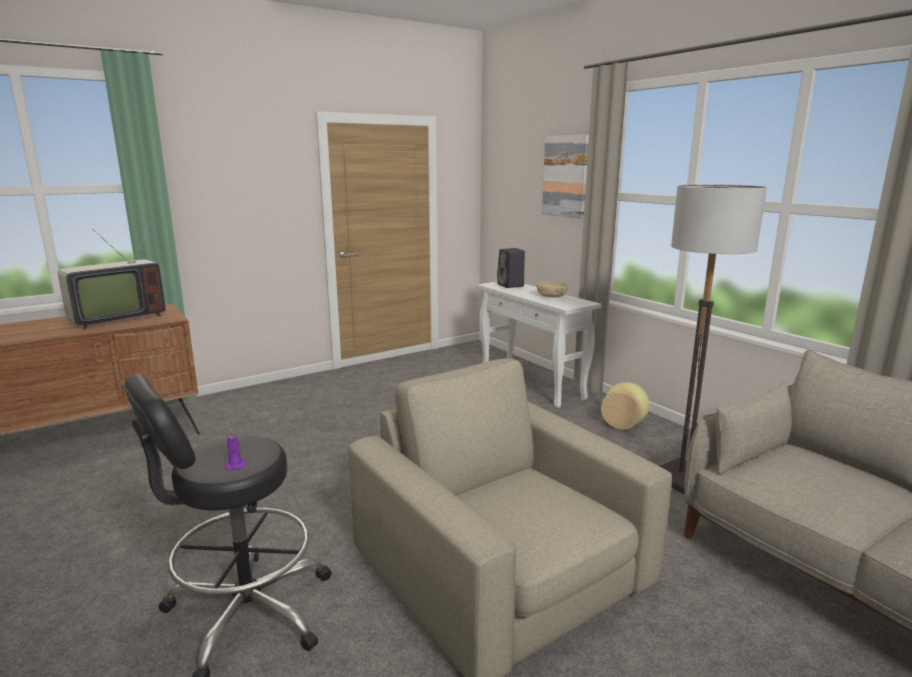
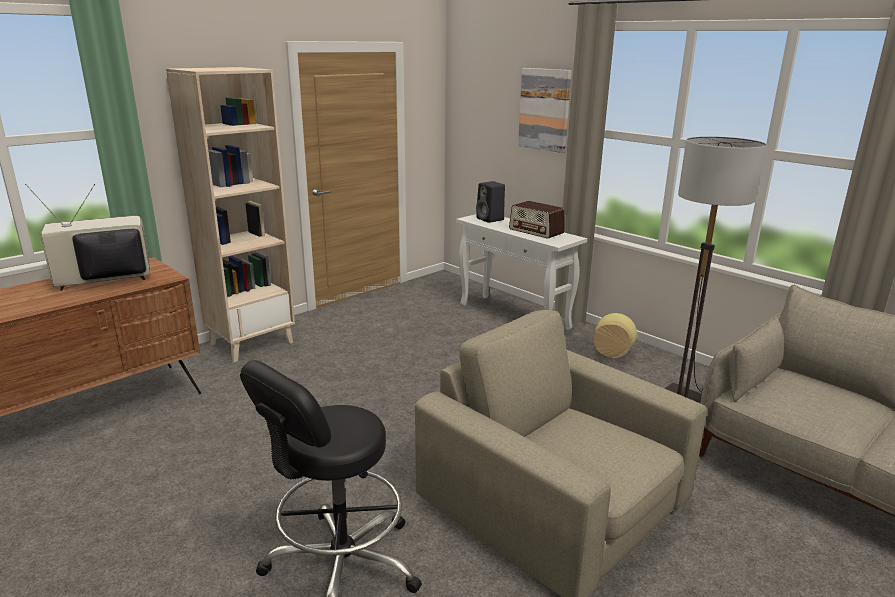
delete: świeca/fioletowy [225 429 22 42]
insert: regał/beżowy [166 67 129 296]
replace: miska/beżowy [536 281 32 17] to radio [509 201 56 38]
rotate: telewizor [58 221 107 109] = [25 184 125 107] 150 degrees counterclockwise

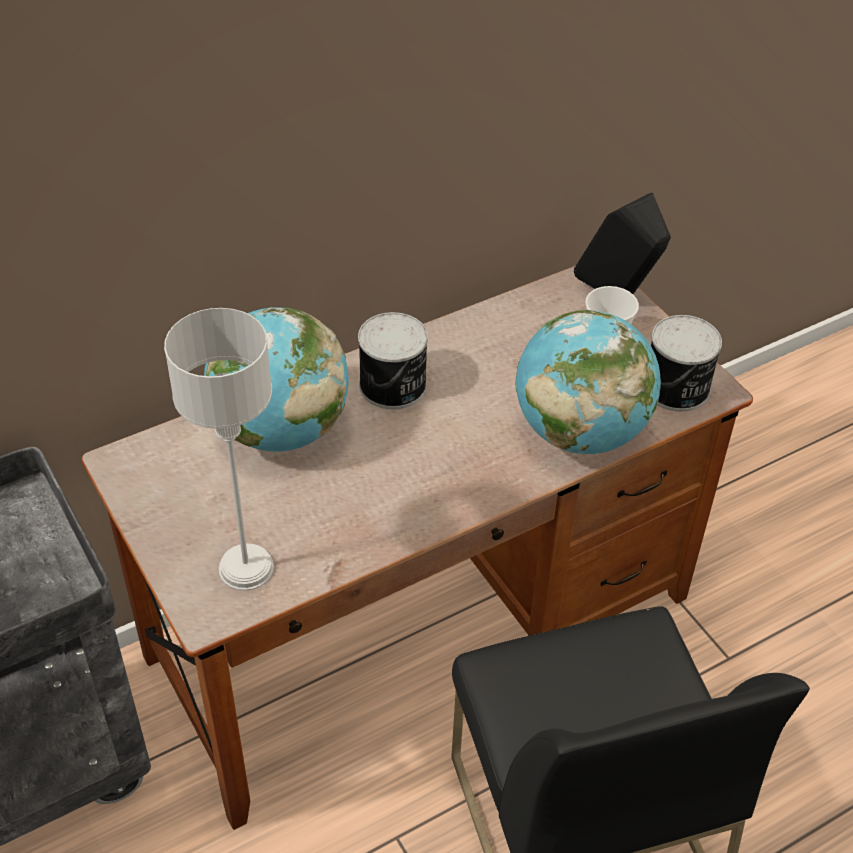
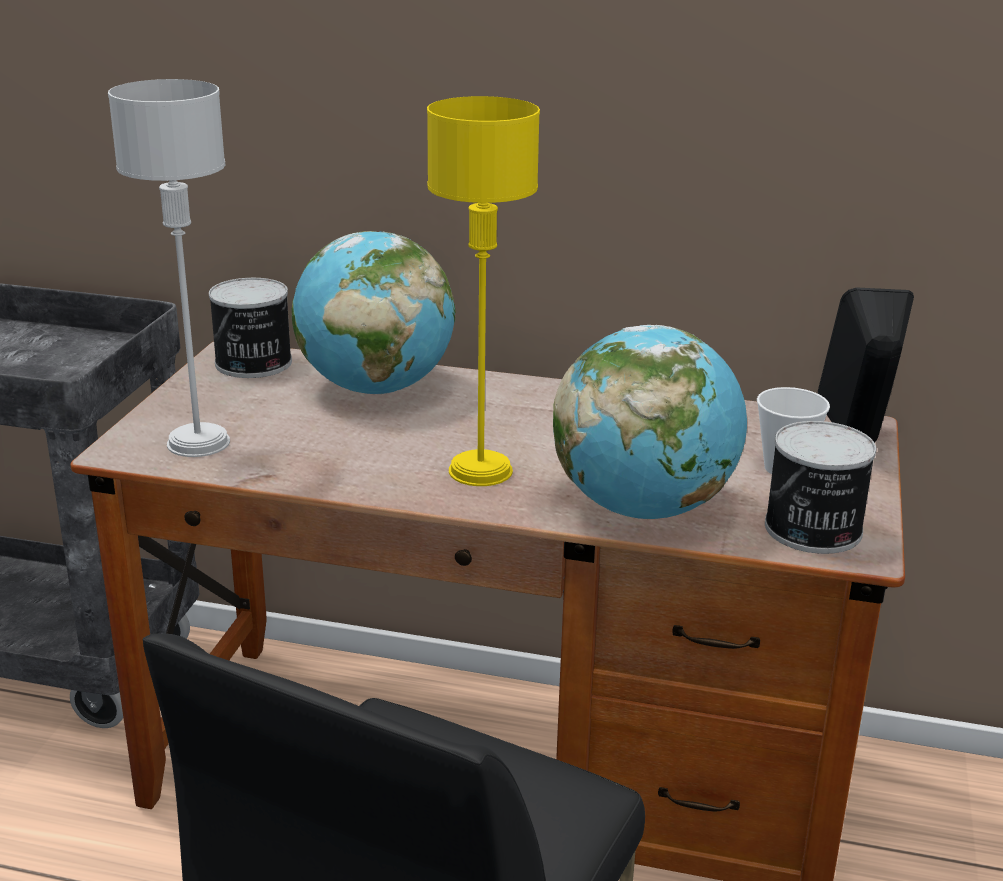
insert: lampa stołowa/żółty [427 96 113 390]
move: puszka [358 312 70 97] to [209 278 83 100]

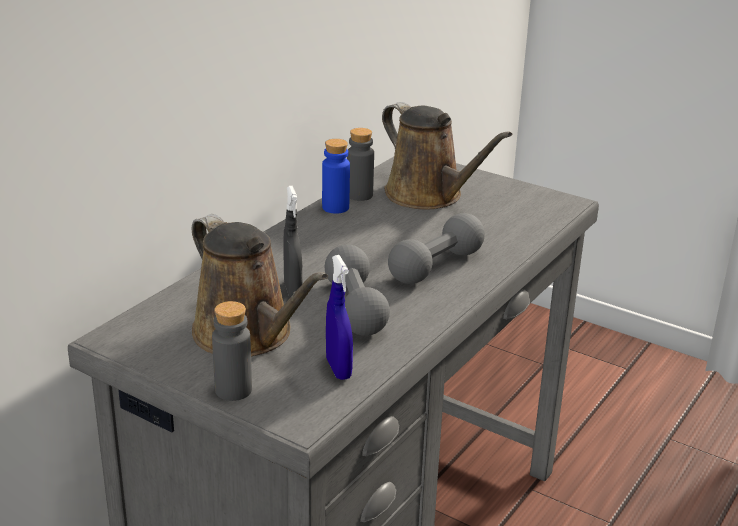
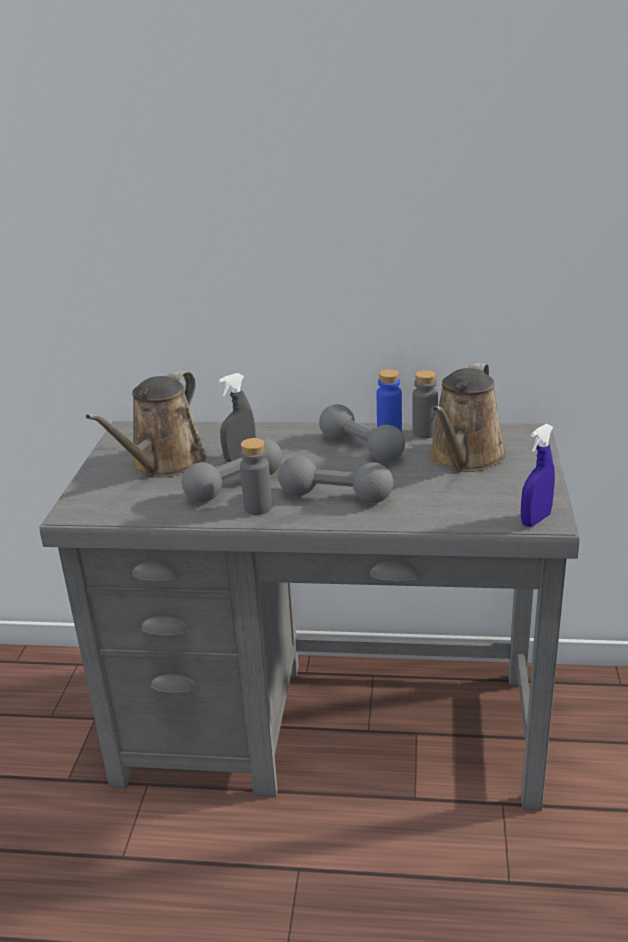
insert: hantel/szary [319 404 86 58]
move: spryskiwacz/niebieski [326 255 27 125] to [521 424 34 103]; butelka/szary [212 301 40 100] to [240 438 32 77]

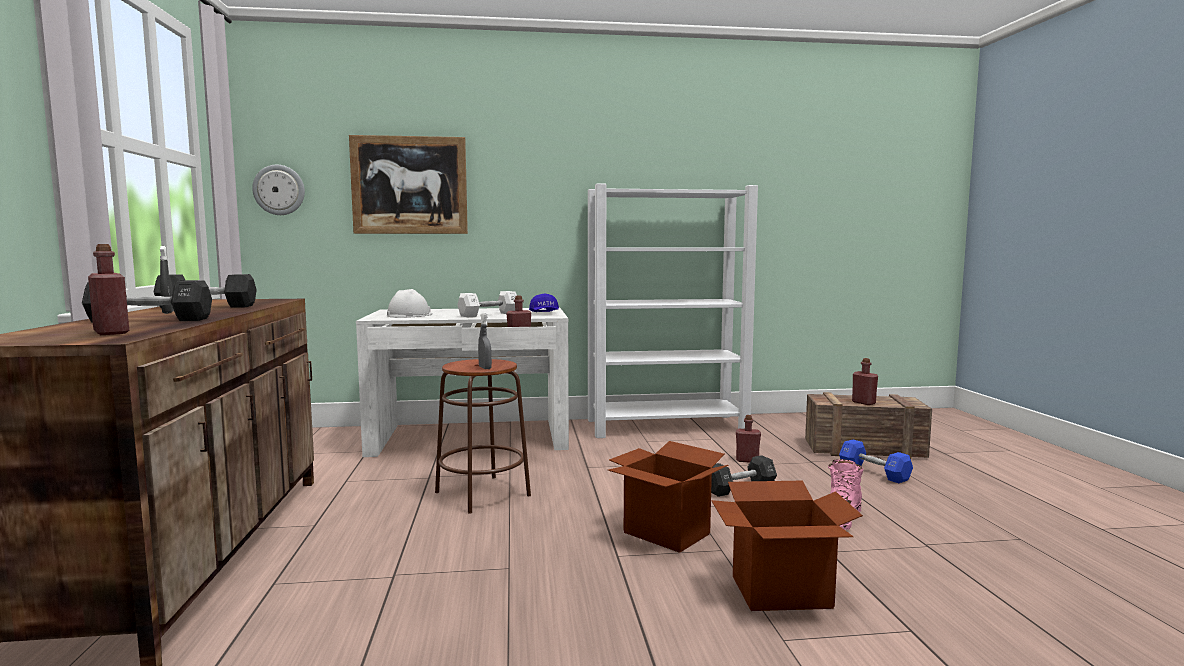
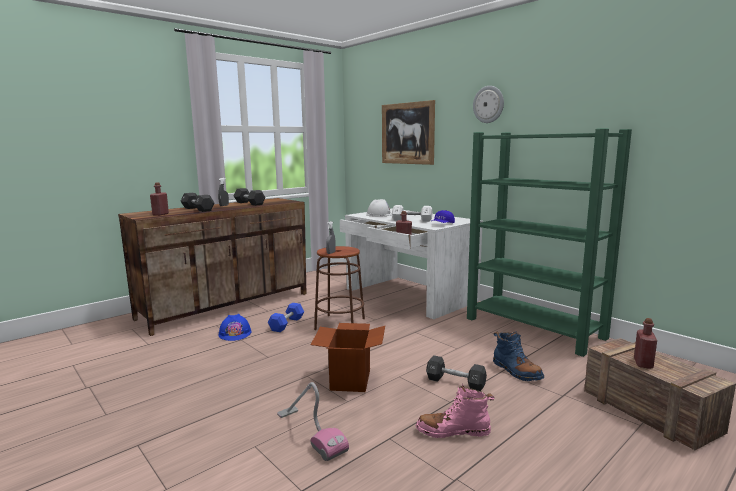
insert: kask/niebieski [218 314 34 27]
move: zegar ścienny [252 165 53 50] to [473 86 31 37]; hantel/niebieski [839 439 74 44] to [268 303 36 29]
replace: butelka/czerwony [736 415 25 47] to but z cholewką/niebieski [493 331 51 50]; karton [711 480 152 131] to odkurzacz [277 382 72 79]
recolor: regał/biały [588 183 170 255] to regał/zielony [467 128 165 229]

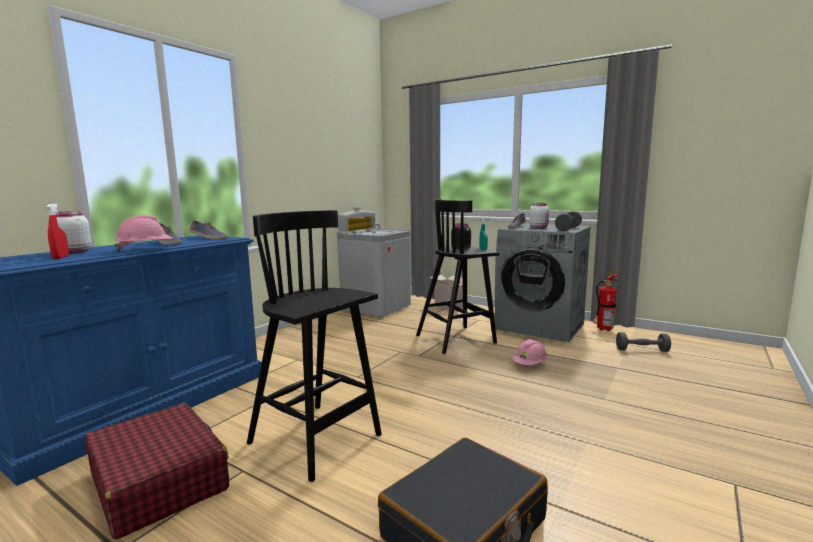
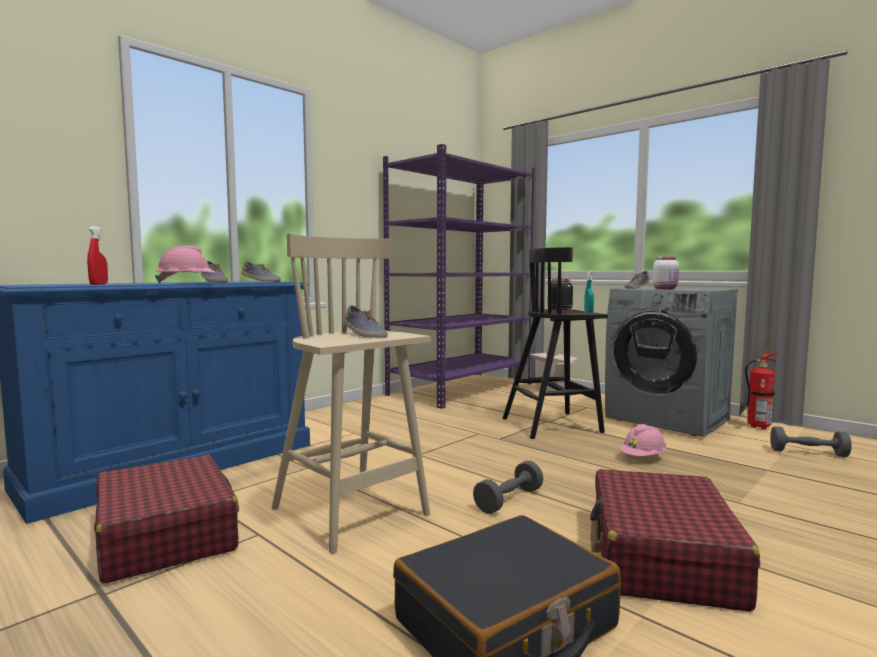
delete: słoik/biały [55 211 37 43]
insert: but [344 305 44 33]; walizka/czerwony [590 469 170 143]
move: hantel/szary [555 211 27 20] to [473 461 70 53]
replace: pralka/szary [335 207 76 111] to regał/fioletowy [383 144 151 265]
recolor: stołek/czarny [247 210 135 272] to stołek/beżowy [272 233 159 321]

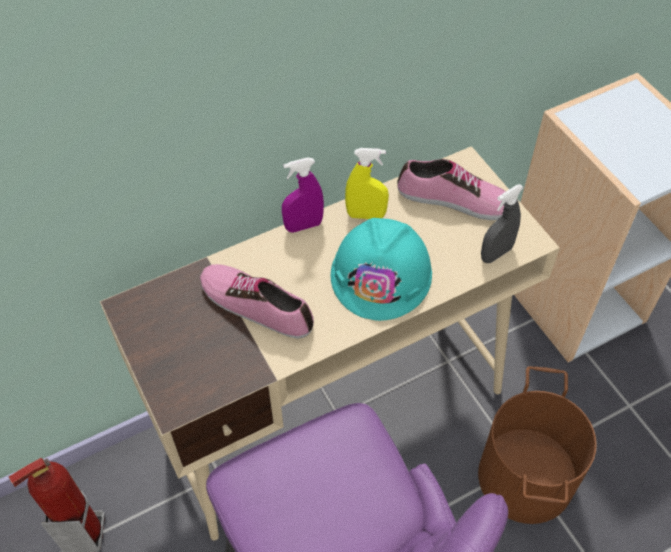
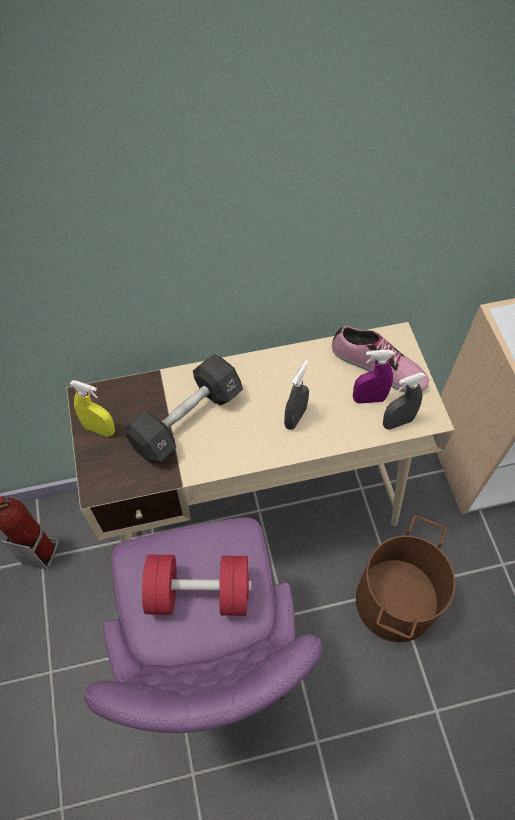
insert: hantel/czerwony [142 555 110 61]
move: spryskiwacz/żółty [345 148 44 71] to [70 380 45 57]; spryskiwacz/fioletowy [282 158 42 75] to [353 350 41 54]
replace: kask/turkusowy [331 218 101 103] to spryskiwacz/szary [284 360 25 70]; but [200 264 114 75] to hantel/czarny [124 354 119 109]

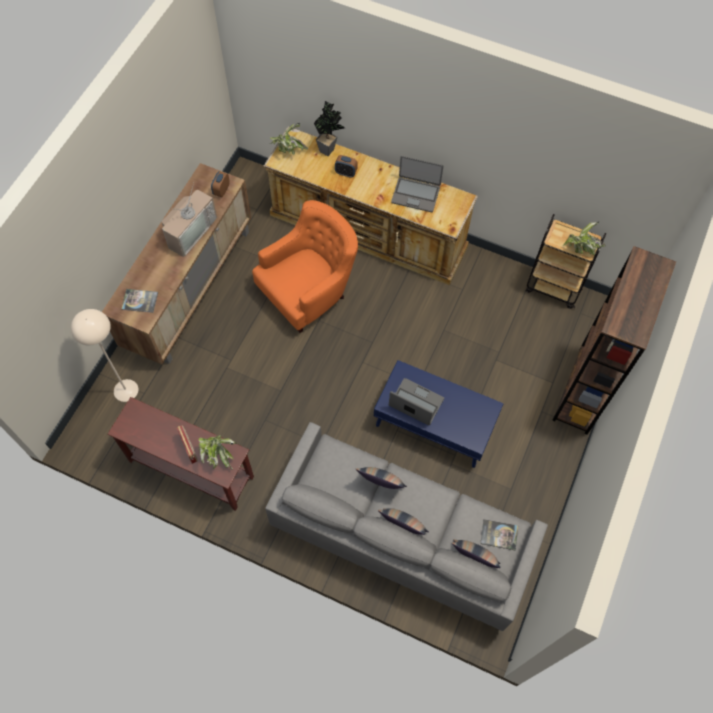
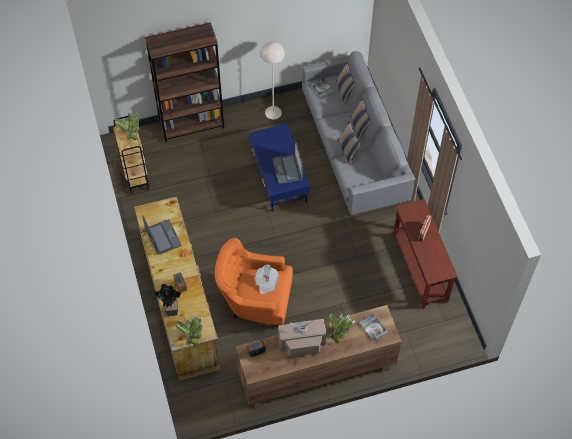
insert: gazeta [255 265 24 29]
move: lampa stojąca/beżowy [71 309 67 93] to [260 42 25 77]; roślina doniczkowa [198 435 38 35] to [329 312 26 32]

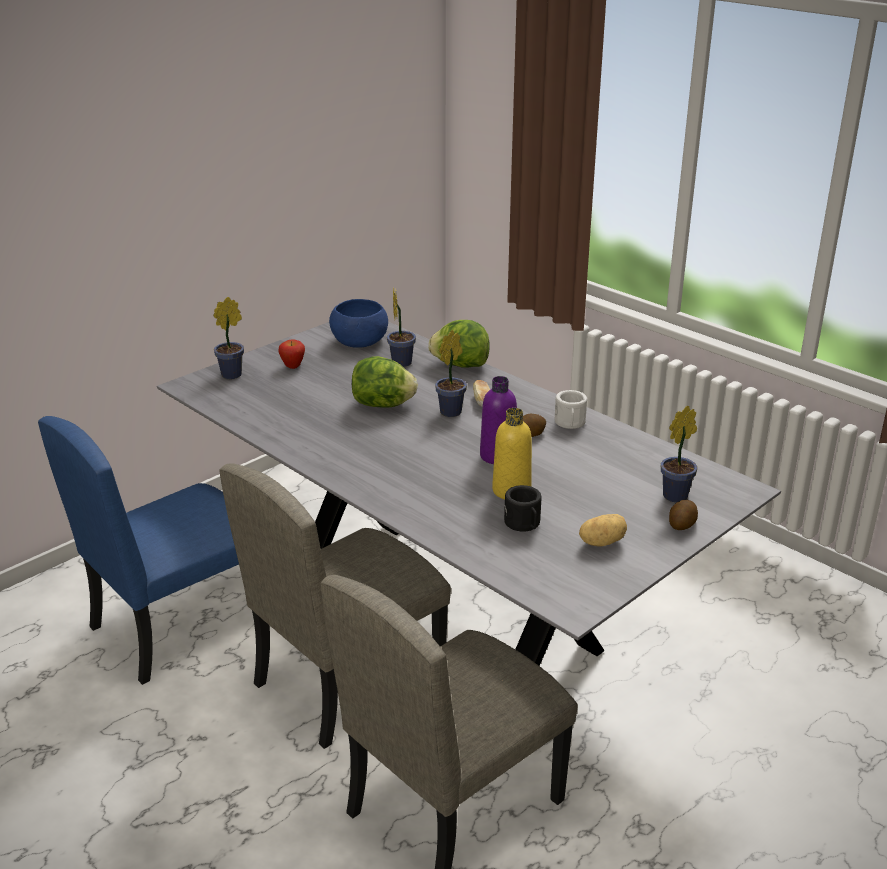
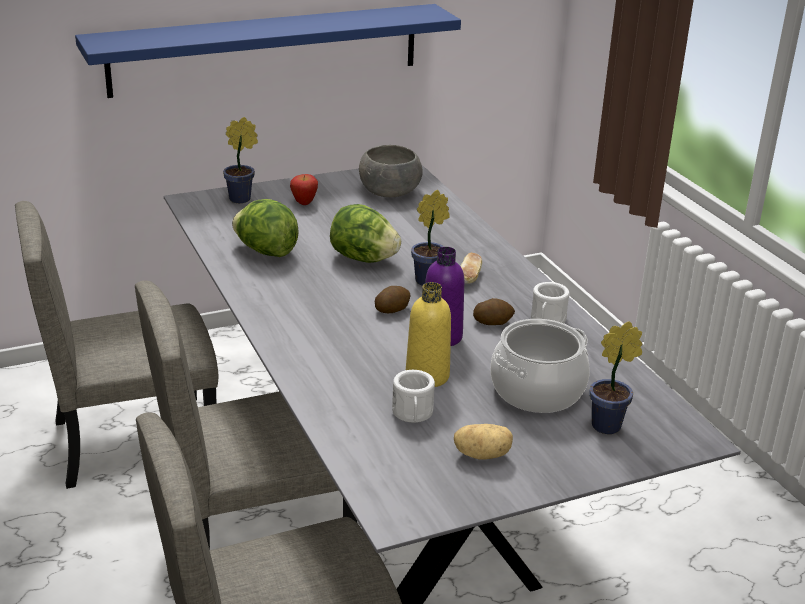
delete: roślina doniczkowa [387 287 29 80]
insert: półka/niebieski [75 4 386 94]; garnek [490 319 100 94]
move: sałata [428 320 62 47] to [232 199 67 58]; ziemniak [669 500 29 30] to [375 286 36 27]
recolor: miska/niebieski [329 299 59 49] to miska/szary [359 145 64 52]; krzesło/niebieski [38 416 201 269] to krzesło/beżowy [15 201 204 288]; kubek/czarny [504 485 38 47] to kubek/biały [392 370 43 53]

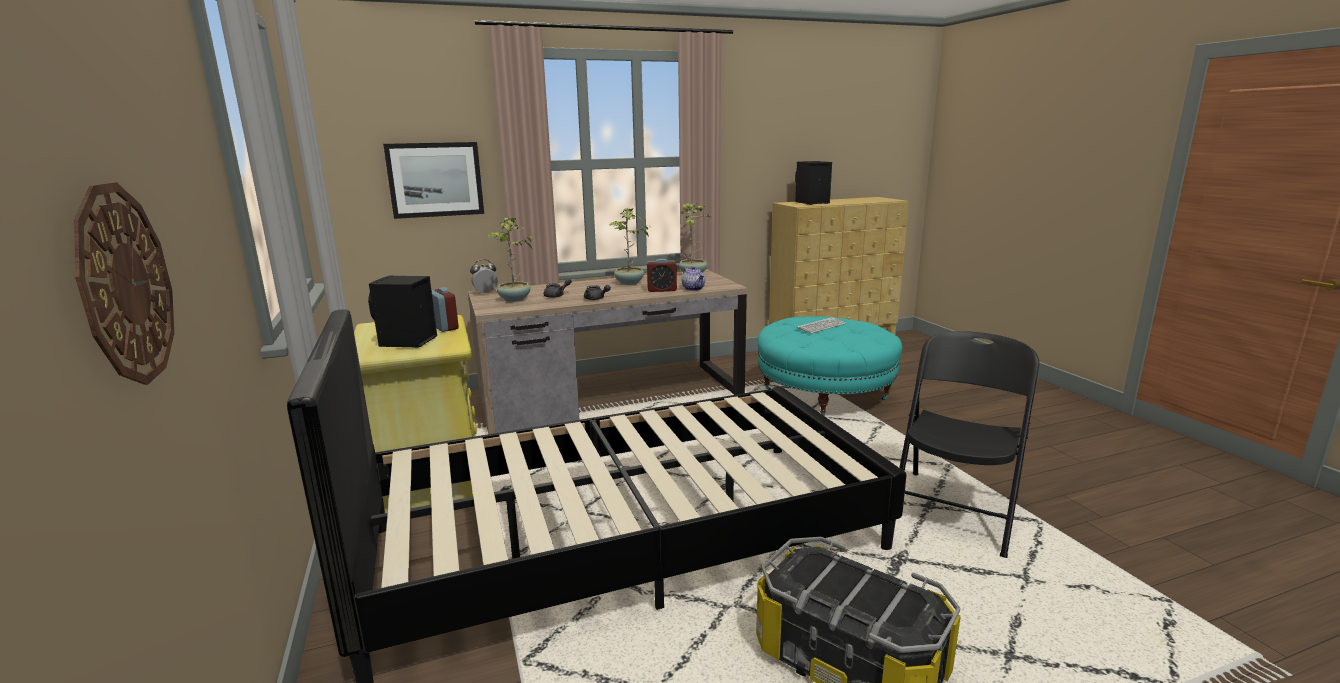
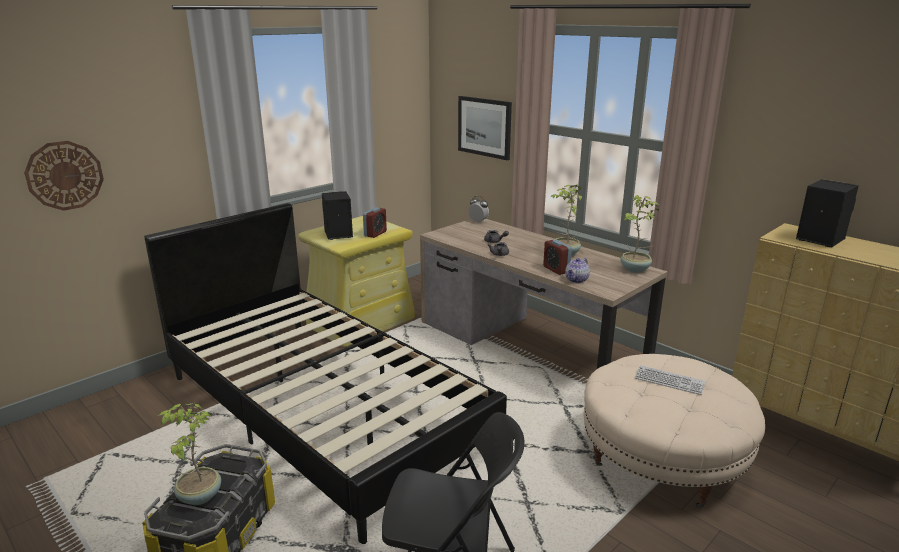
move: roślina doniczkowa [487 217 47 85] to [158 403 63 102]
recolor: pufa/turkusowy [758 317 144 98] to pufa/beżowy [584 354 181 154]

